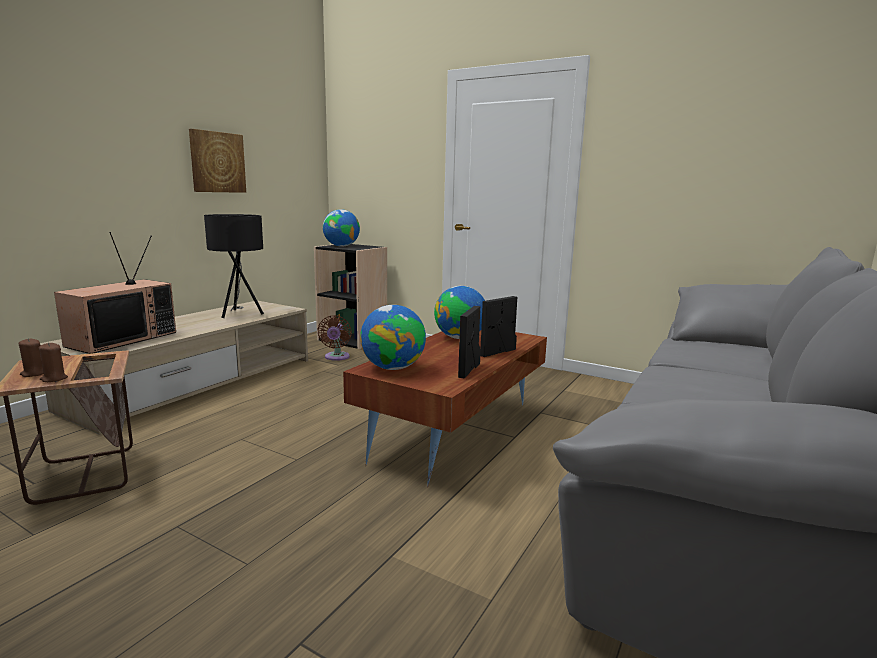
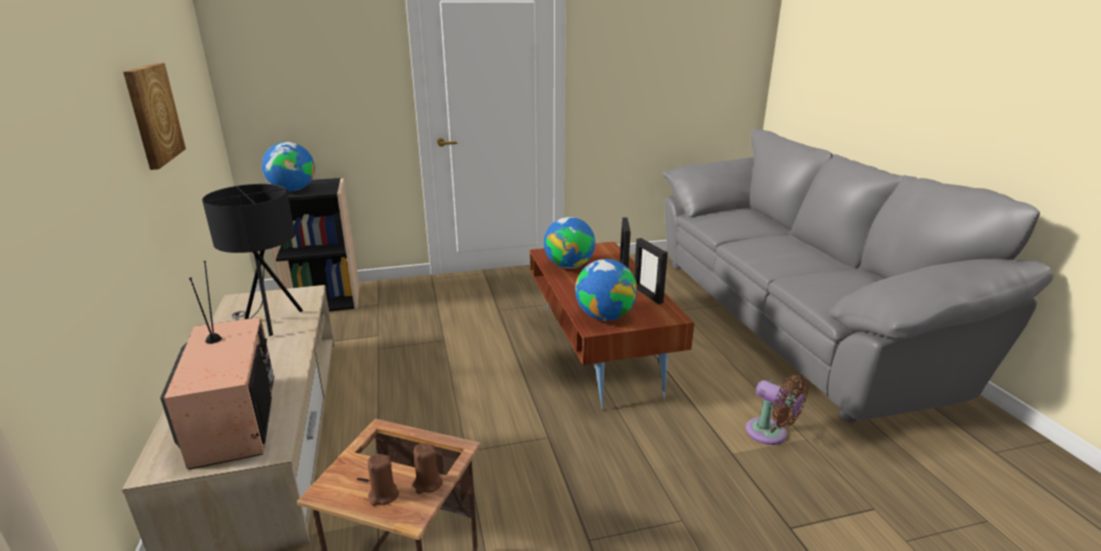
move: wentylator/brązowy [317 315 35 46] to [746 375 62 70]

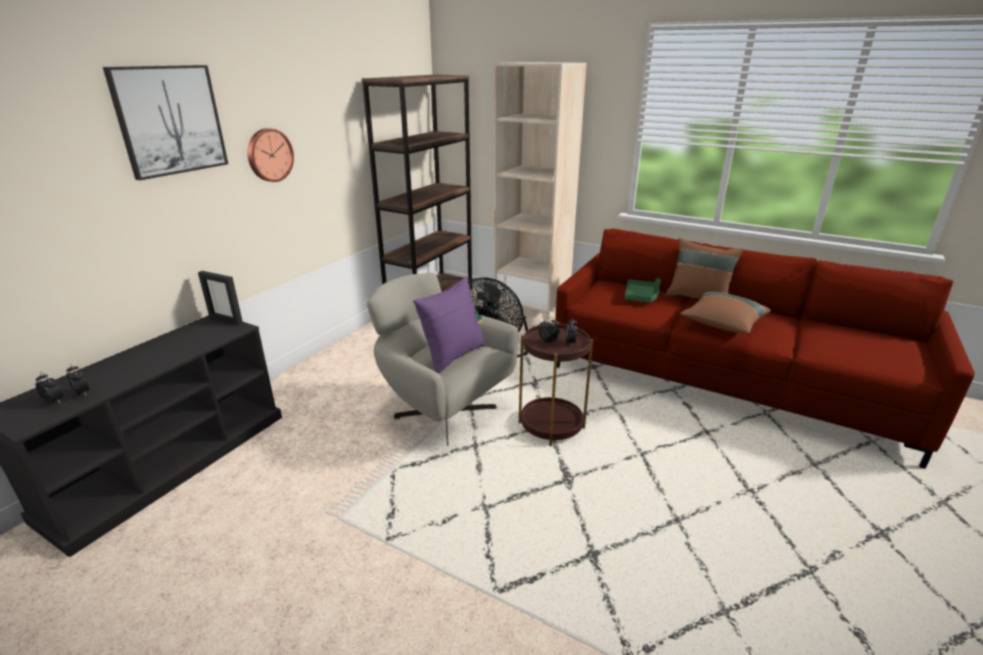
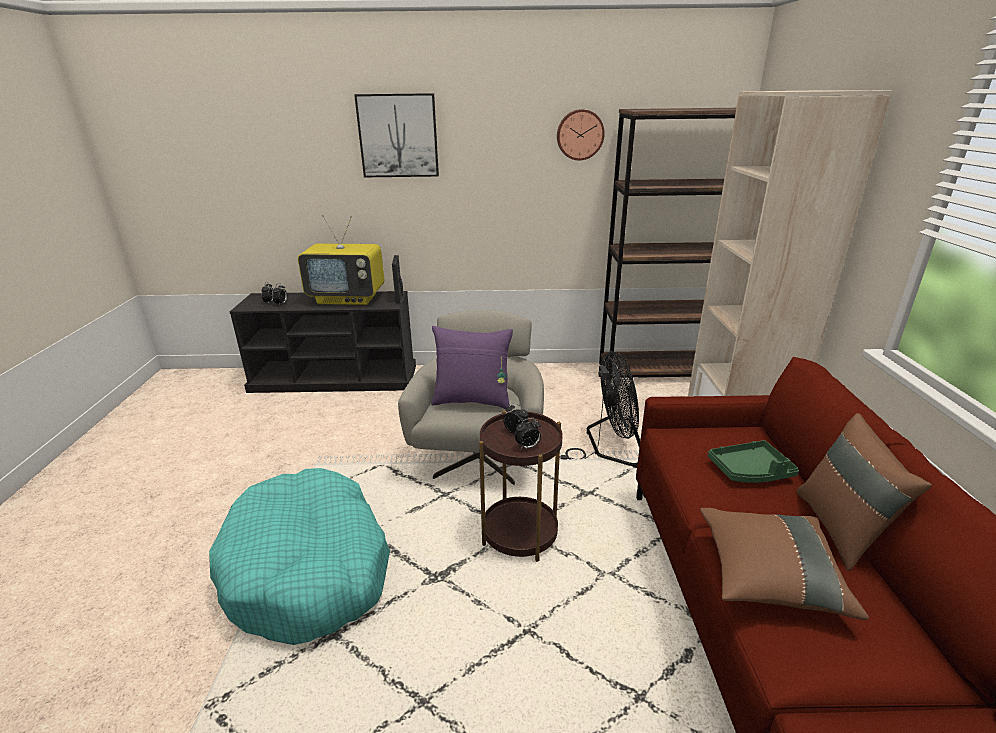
insert: telewizor [298 215 86 90]; legowisko/turkusowy [209 468 181 177]
move: zegar ścienny [248 128 46 54] to [557 109 48 51]

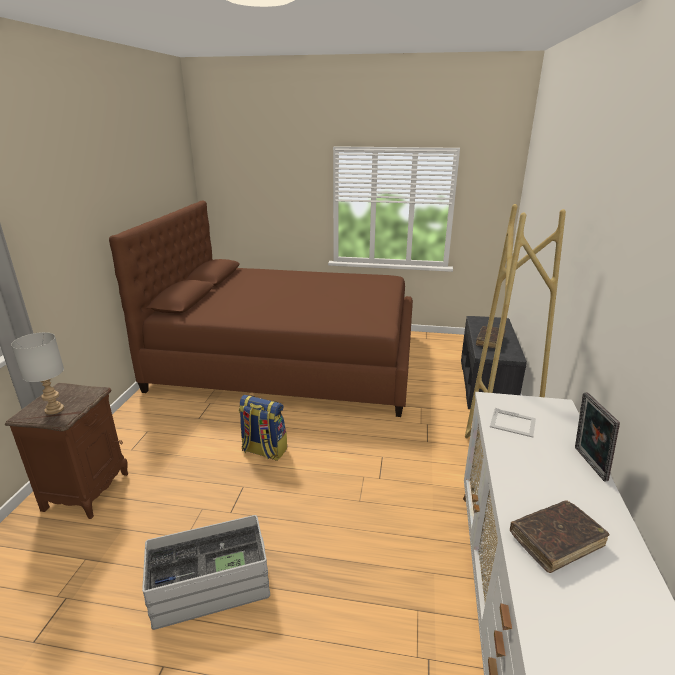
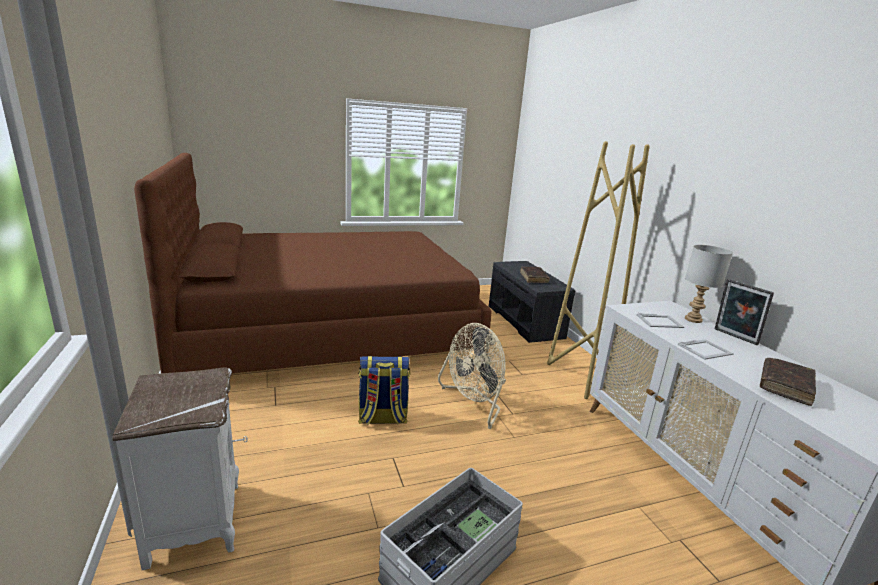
insert: wentylator/beżowy [438 323 68 106]; ramka na zdjęcie [677 339 57 20]
move: lampa stołowa/szary [11 332 53 83] to [685 245 48 78]
recolor: szafka nocna/brązowy [5 382 123 137] to szafka nocna/biały [112 367 136 203]

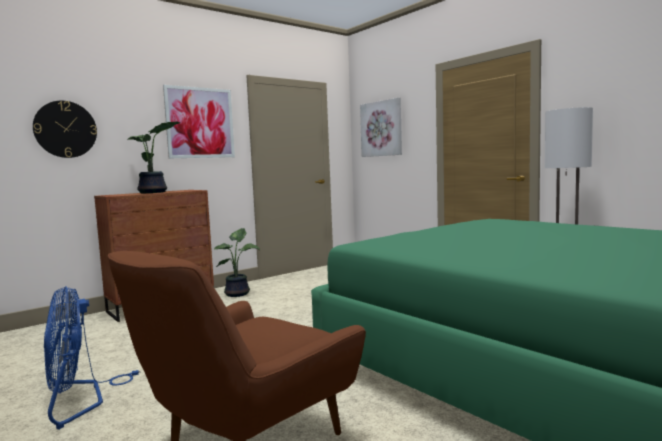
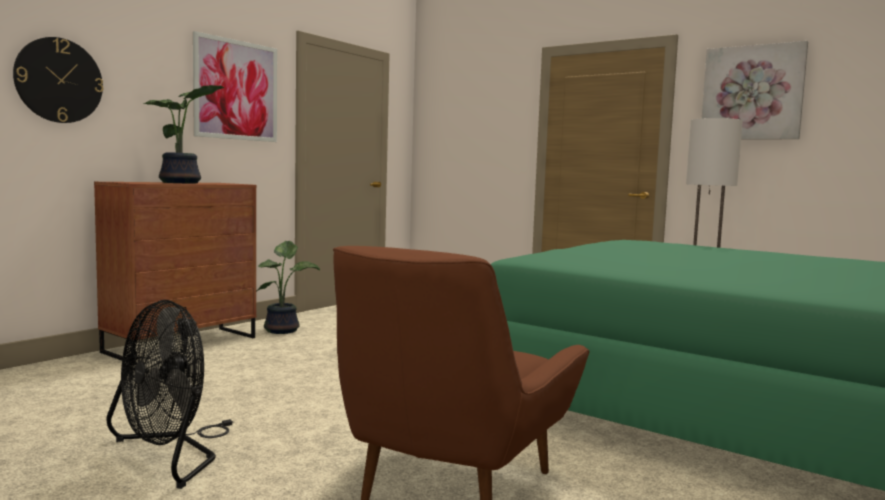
move: obraz [360 98 42 59] to [702 41 106 99]
recolor: wentylator/niebieski [44 286 97 144] to wentylator/czarny [107 300 128 189]

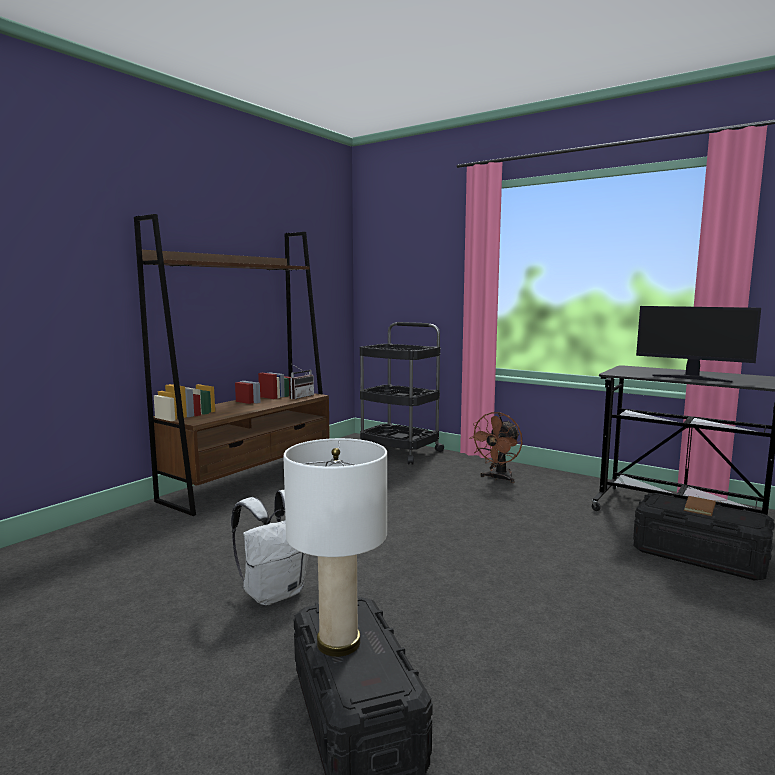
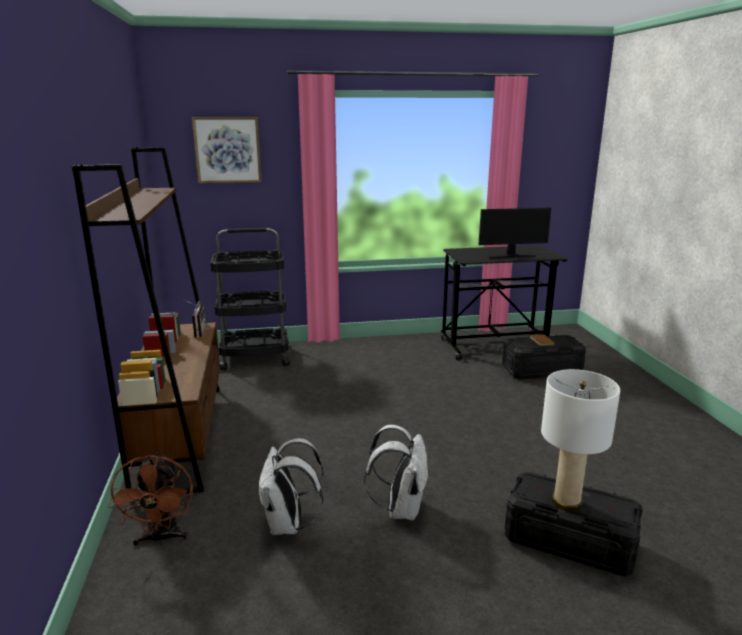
insert: obraz [192 117 70 66]; plecak/biały [258 438 66 97]
move: wentylator/brązowy [469 412 53 71] to [108 452 85 94]

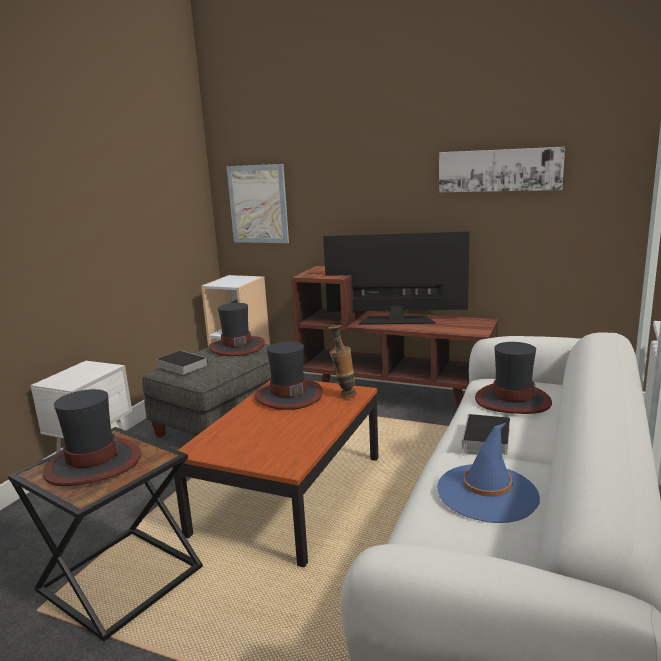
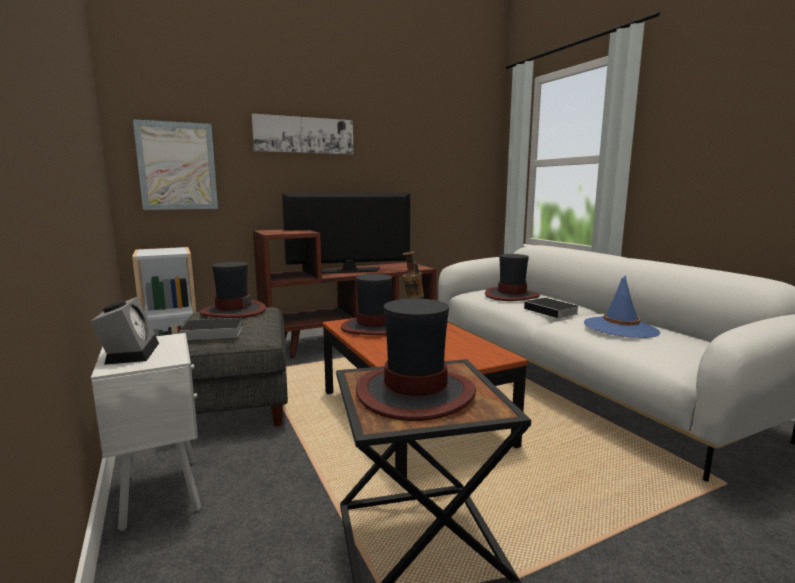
insert: budzik [91 297 68 68]
move: obraz [439 147 126 45] to [251 114 102 40]
rotate: telewizor [323 231 146 94] = [282 193 128 80] 150 degrees counterclockwise

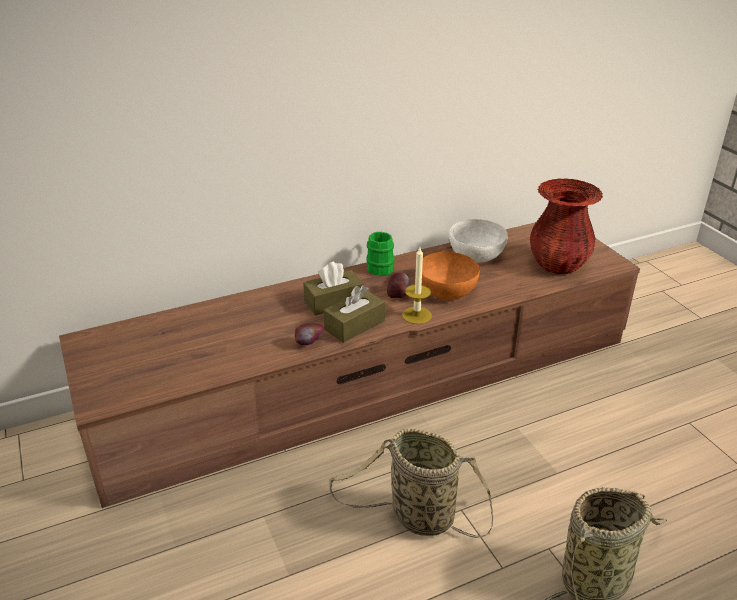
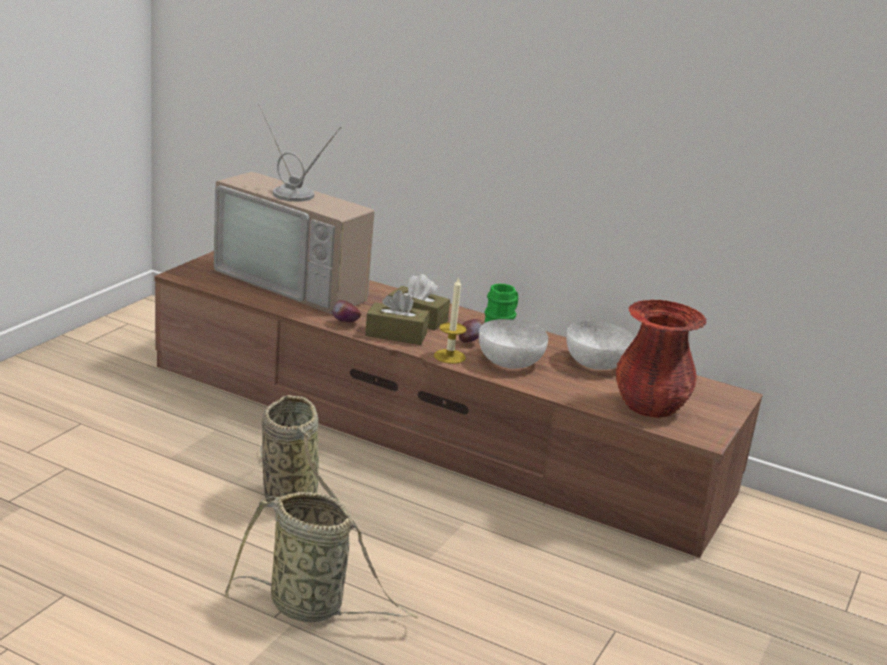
insert: telewizor [214 103 161 212]
recolor: miska/pomarańczowy [422 252 58 48] to miska/biały [479 319 69 50]

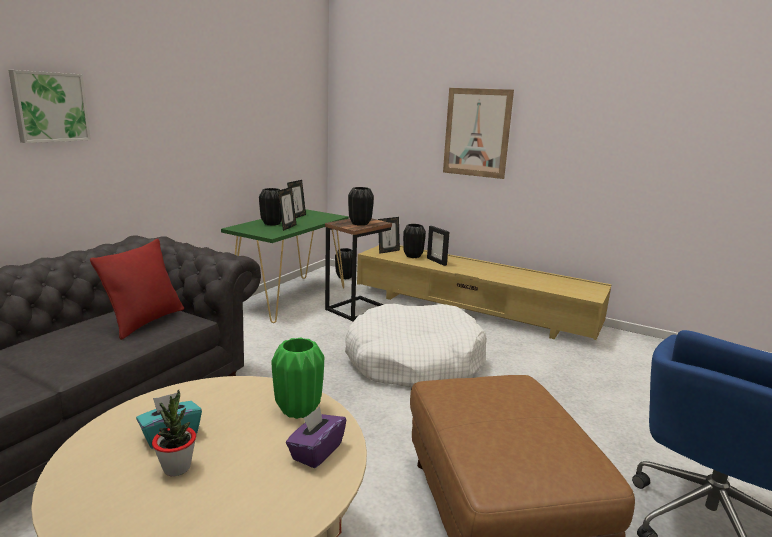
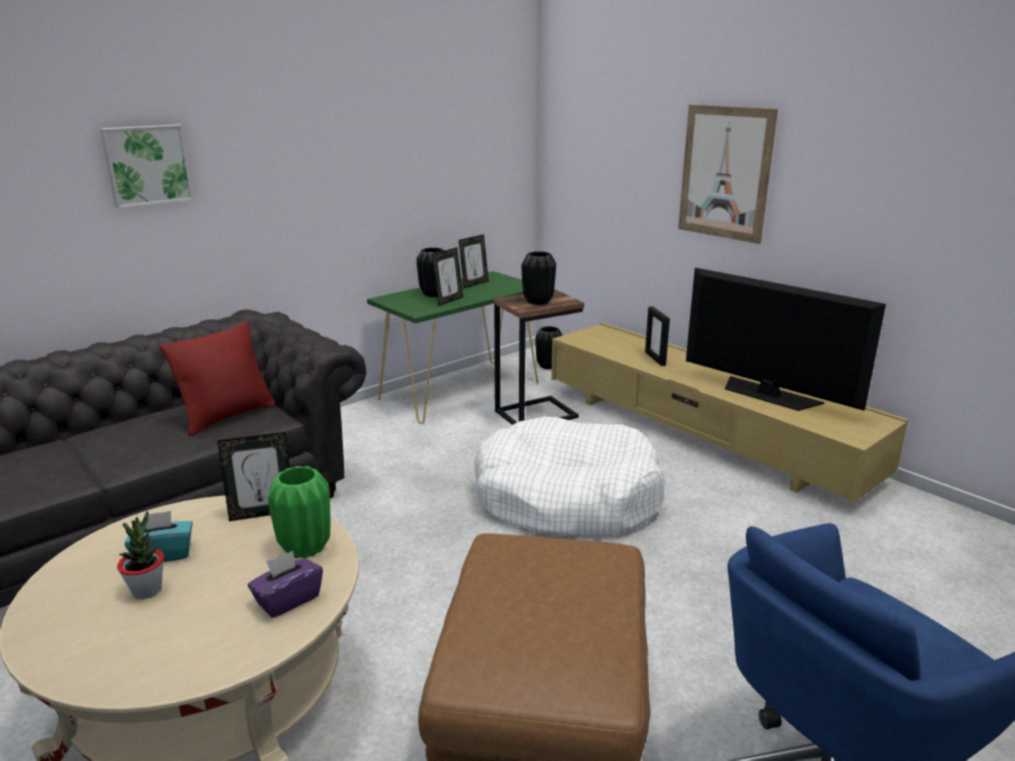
delete: wazon/czarny [403 224 23 34]
insert: telewizor [686 268 200 143]
move: ramka na zdjęcie [378 217 22 37] to [217 432 73 89]

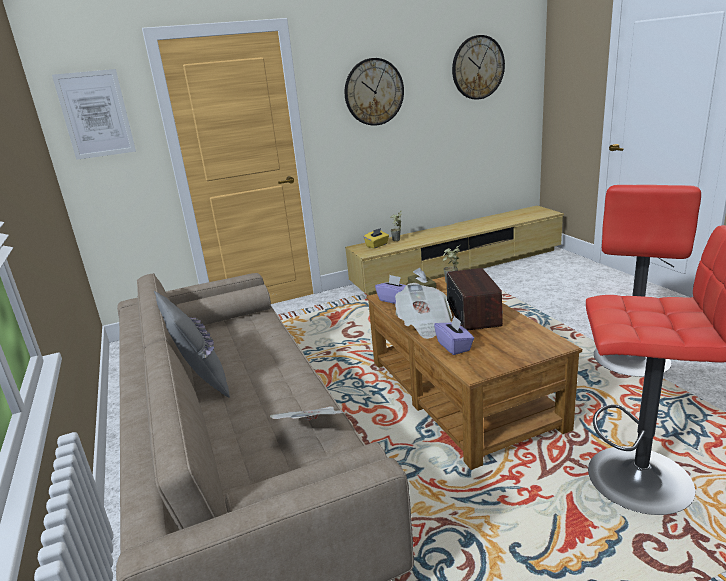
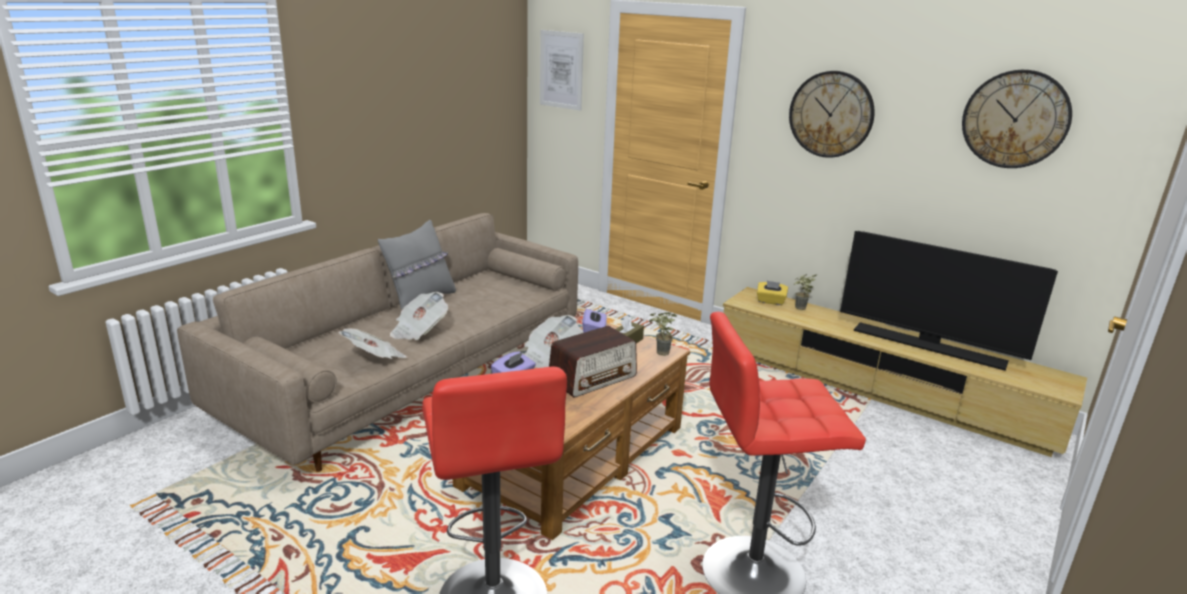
insert: telewizor [840 231 218 140]; gazeta [390 292 58 48]

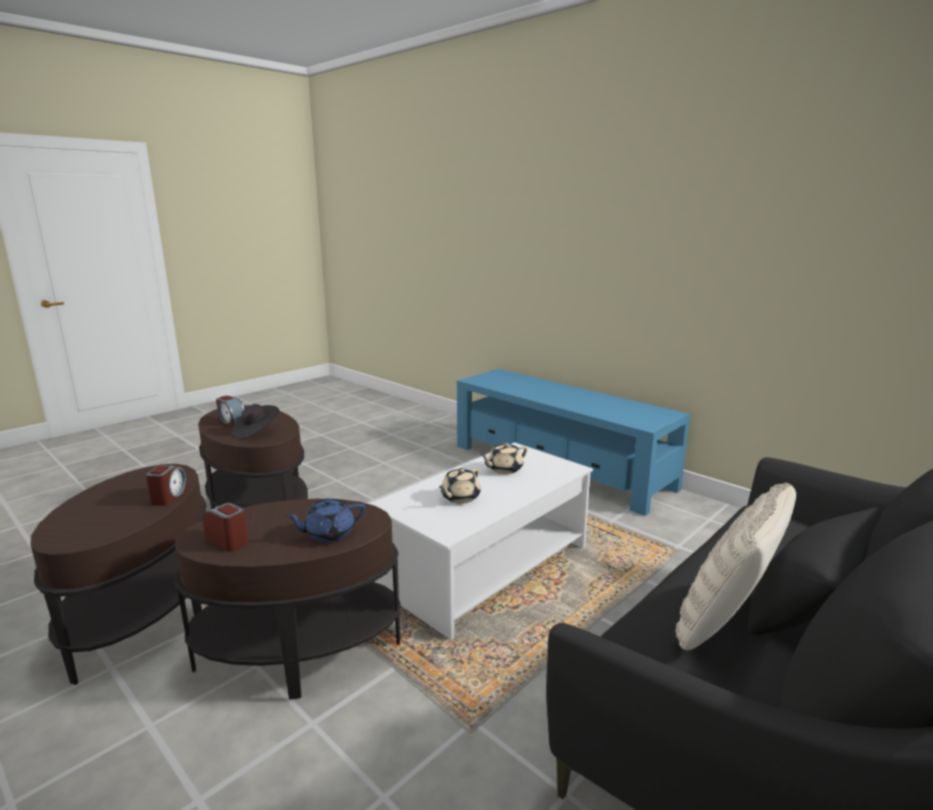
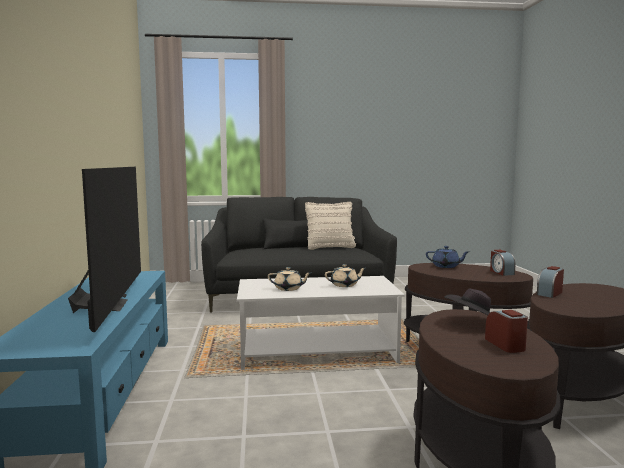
insert: telewizor [68 167 73 165]

